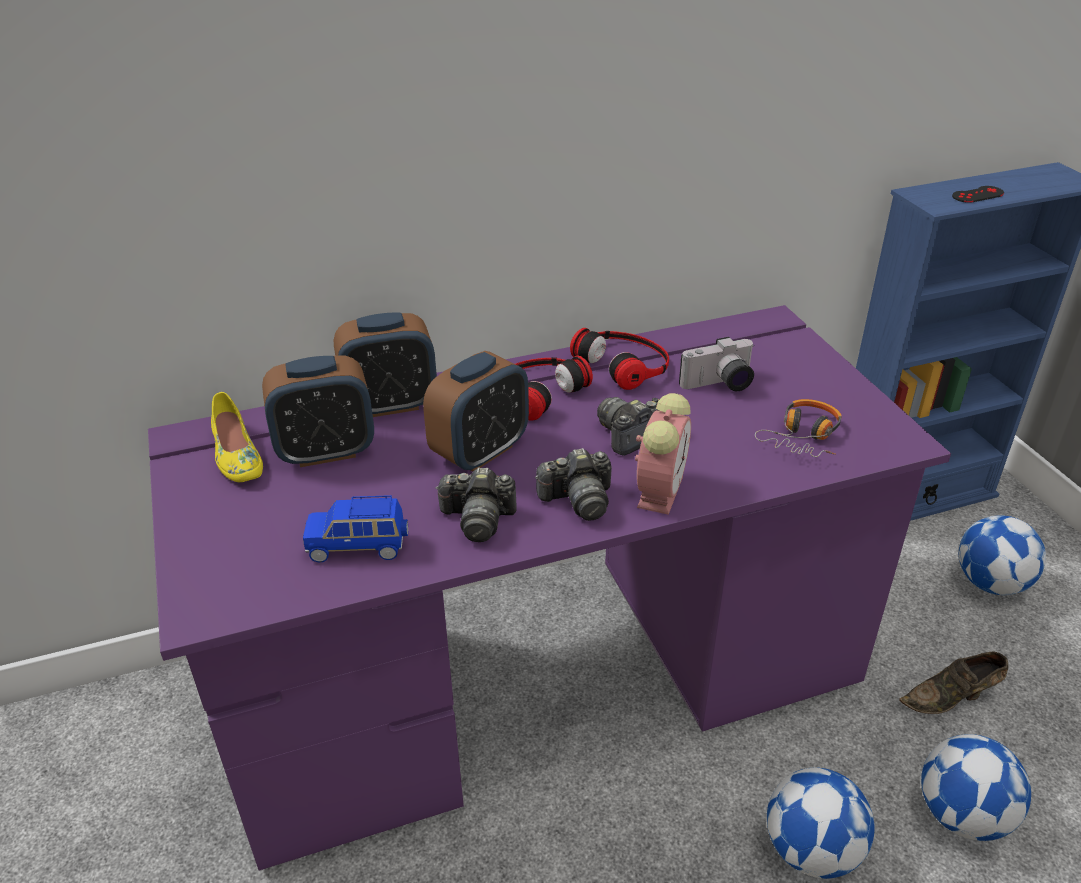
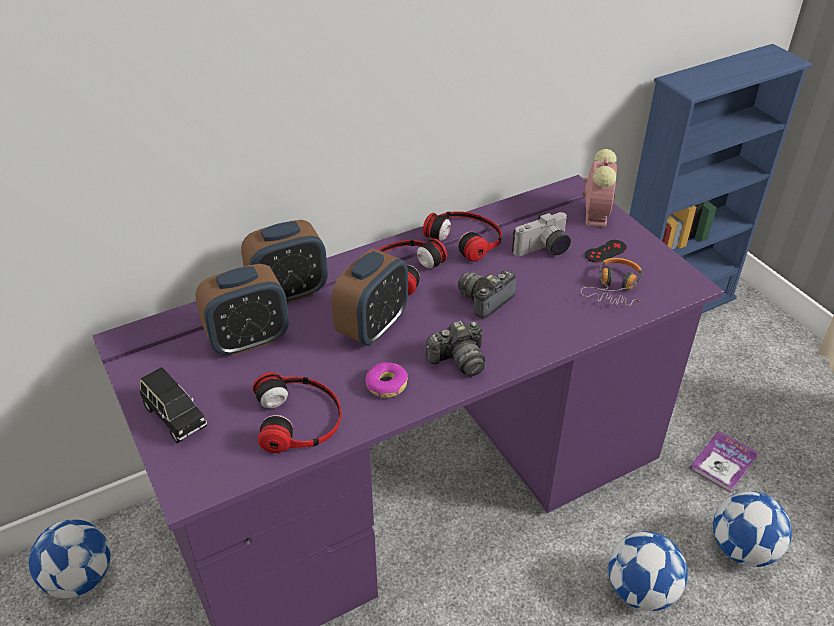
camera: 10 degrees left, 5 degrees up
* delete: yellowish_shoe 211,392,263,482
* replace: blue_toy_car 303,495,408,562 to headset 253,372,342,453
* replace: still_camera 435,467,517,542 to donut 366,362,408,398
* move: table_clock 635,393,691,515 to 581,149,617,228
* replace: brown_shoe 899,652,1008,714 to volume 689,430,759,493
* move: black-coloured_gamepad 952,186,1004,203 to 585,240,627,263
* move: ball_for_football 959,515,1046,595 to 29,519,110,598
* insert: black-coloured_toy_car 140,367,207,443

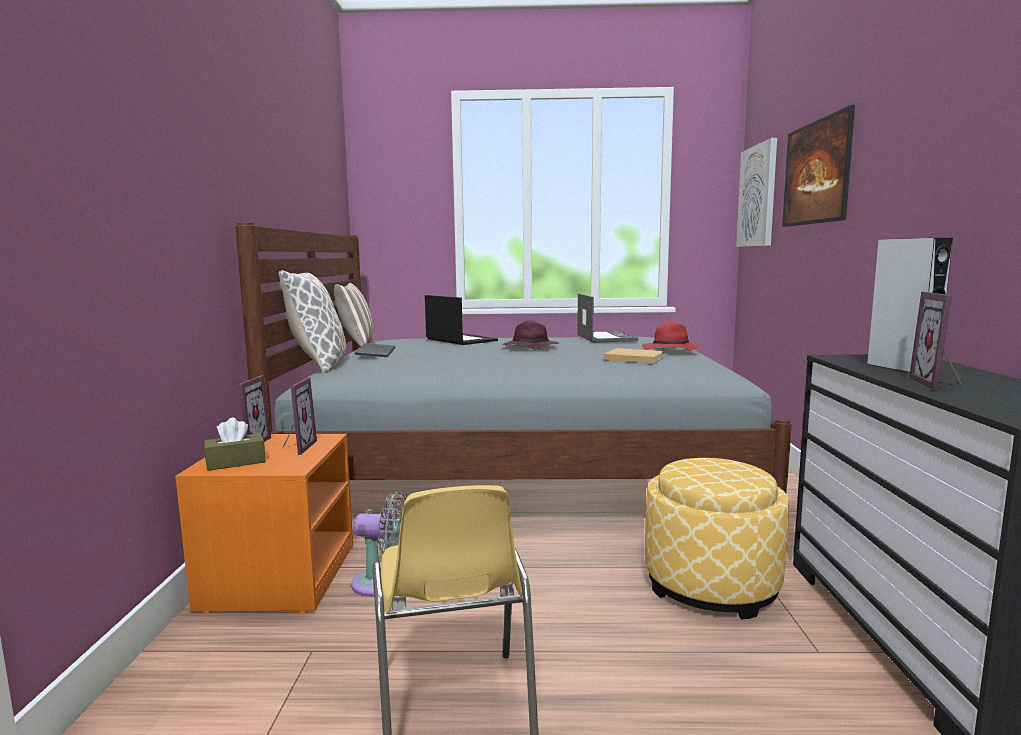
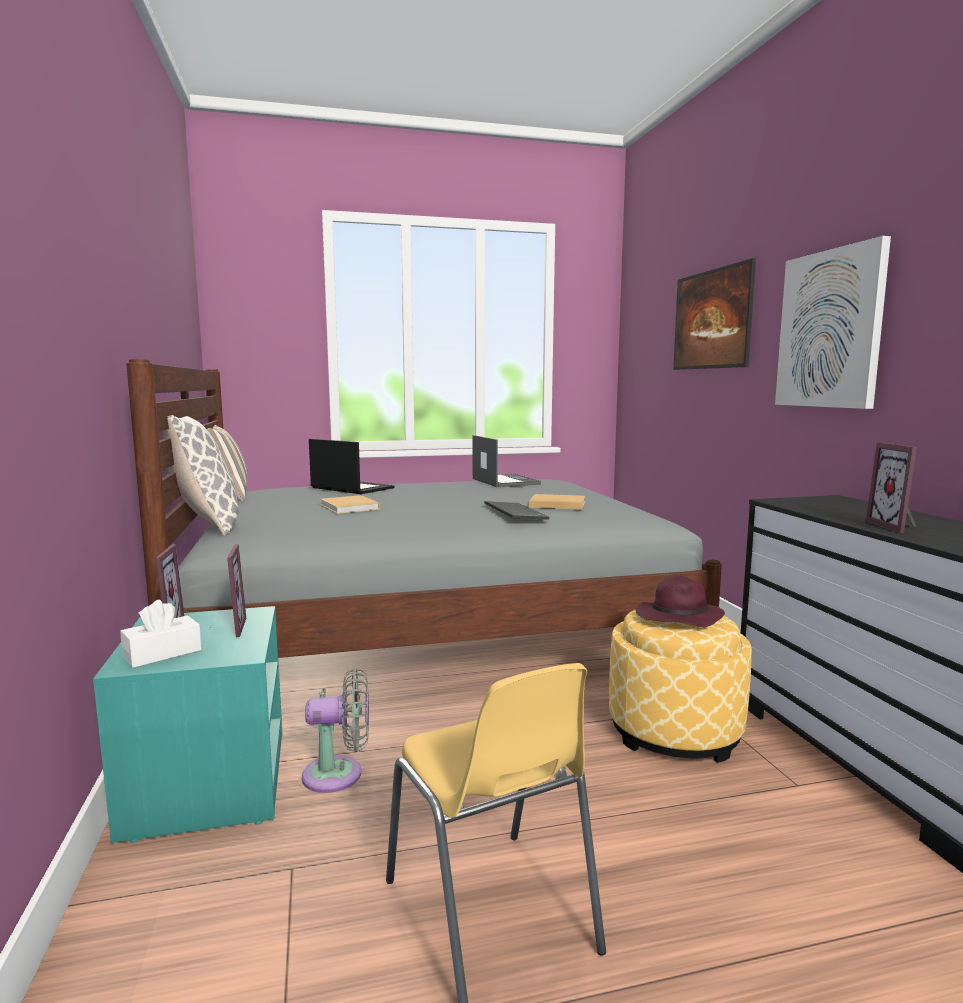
camera: 15 degrees left, 0 degrees up
* recolor: orange-coloured_nightstand 175,434,353,613 to turquoise-coloured_nightstand 93,606,282,843
* recolor: brown_tissue_box 204,418,266,471 to white-coloured_tissue_box 120,600,202,668
* move: PC_keyboard 355,343,395,357 to 484,501,549,520
* move: purplish_wearable_hat 503,320,559,349 to 635,576,725,628
* delete: red_wearable_hat 642,322,700,351
* move: picture 736,138,777,247 to 775,236,891,409
* delete: greyish_audio_speaker 866,238,953,373
* insert: beige-coloured_volume 320,495,380,514

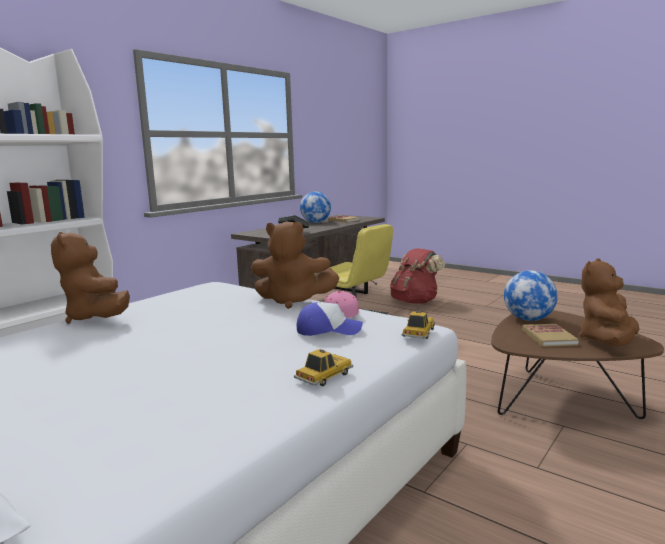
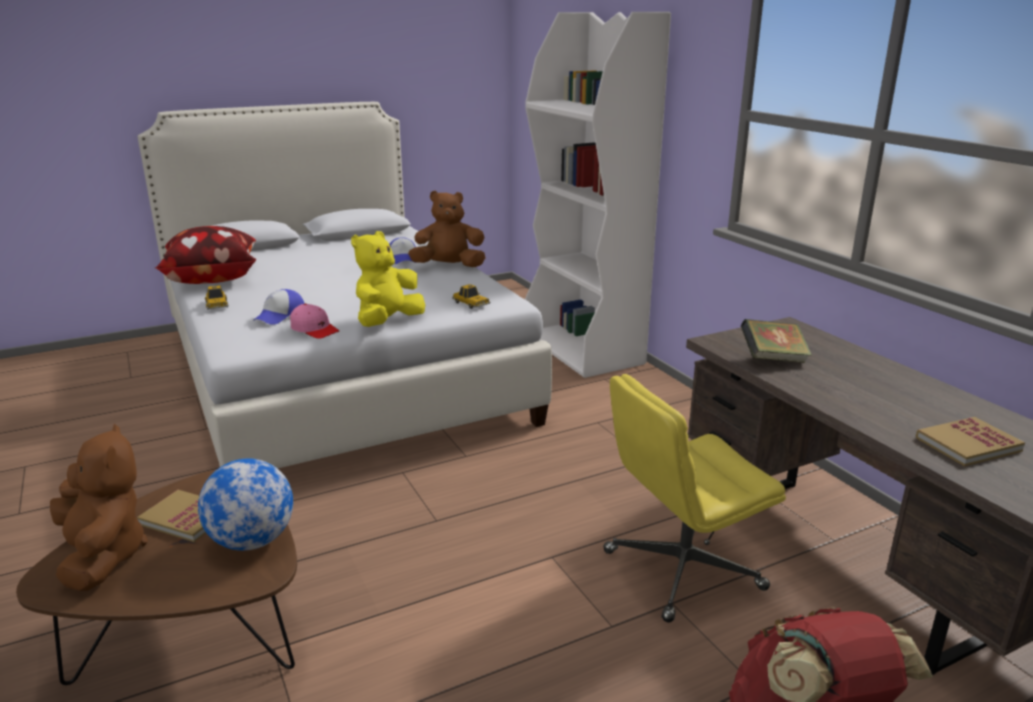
camera: 115 degrees right, 10 degrees up
* recolor: brown_plush_toy 251,221,340,309 to yellowish_plush_toy 351,231,425,327
* delete: globe 300,192,331,223
* move: toy_car 402,311,435,339 to 452,284,490,309
* insert: cushion 155,226,256,284
* insert: peaked_cap 389,237,416,264

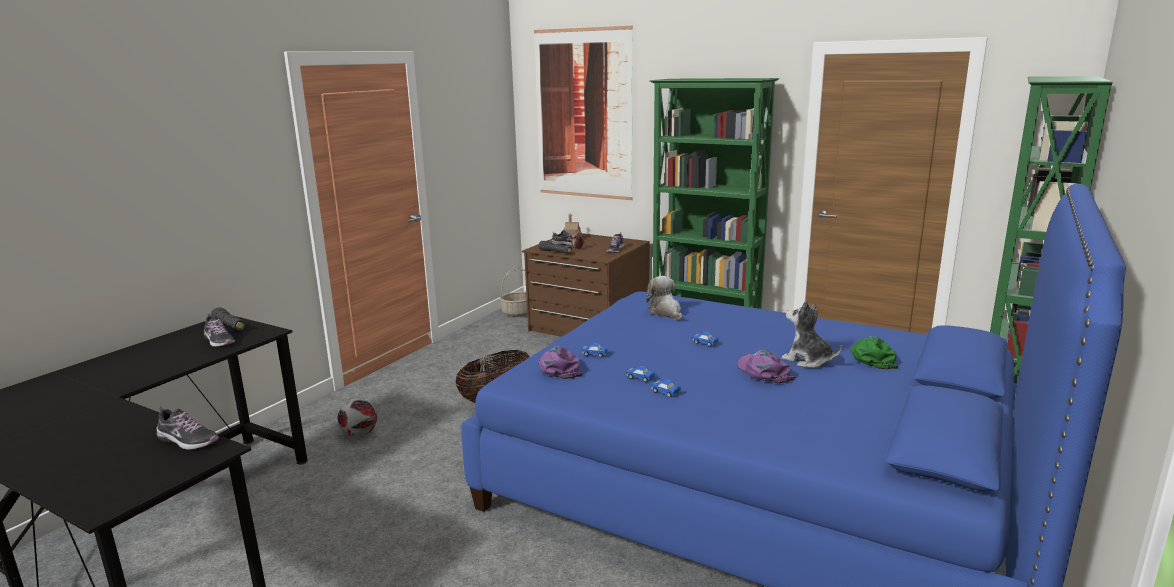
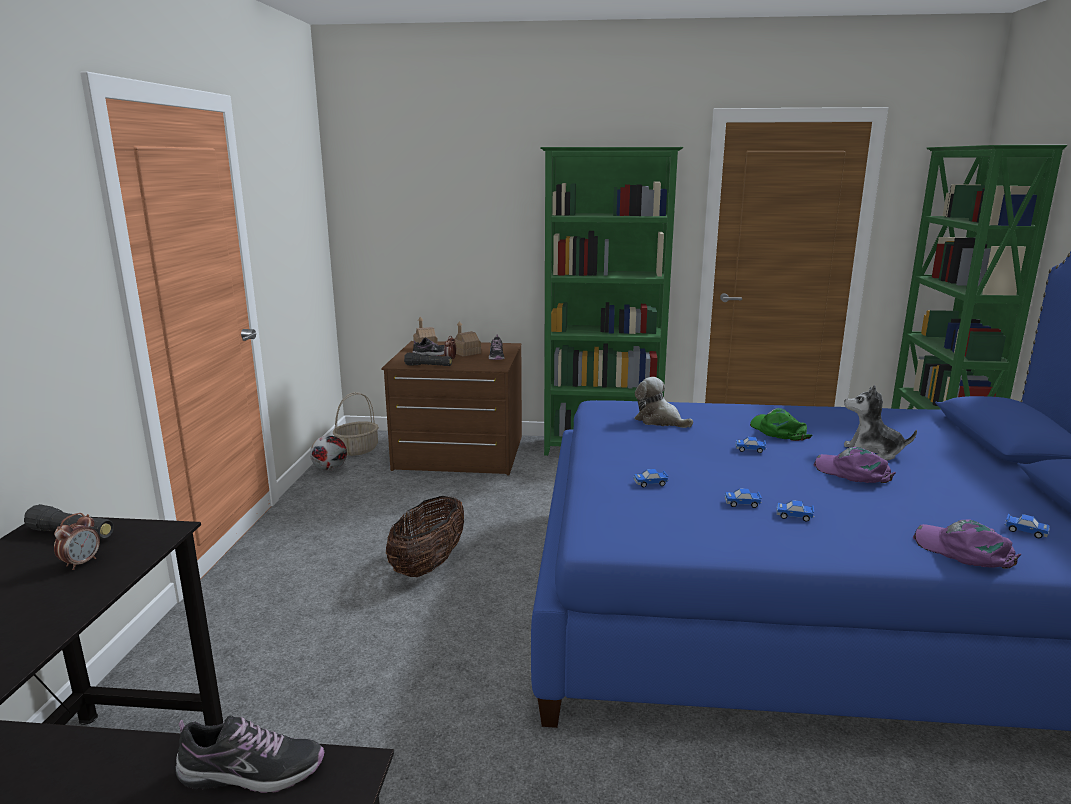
camera: 25 degrees left, 0 degrees up
* replace: shoe 204,313,235,347 to table_clock 54,513,100,570
* move: ball_for_football 337,398,377,437 to 310,435,347,471
* delete: picture 534,26,632,200
* move: purplish_peaked_cap 538,346,583,379 to 913,520,1021,569
* move: greenish_peaked_cap 850,336,899,369 to 750,408,812,441
* insert: miniature_house 455,321,481,357
* insert: toy_car 1005,514,1050,538

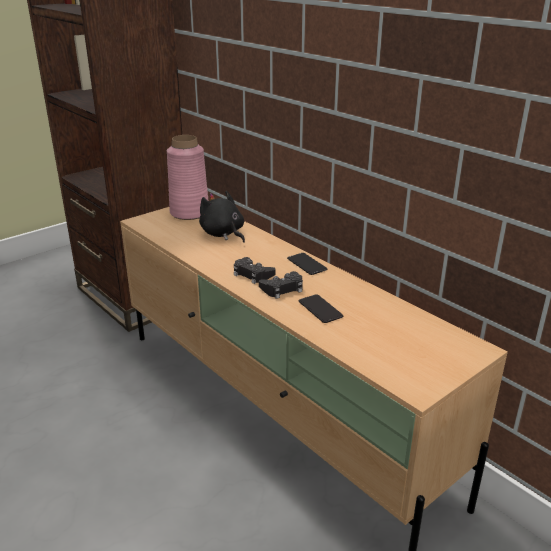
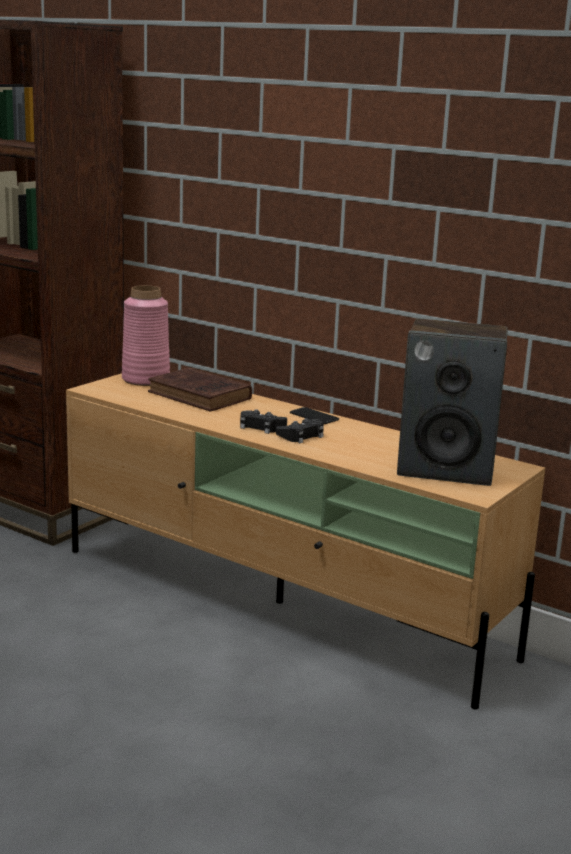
camera: 15 degrees left, 10 degrees down
* replace: black-coloured_plush_toy 199,191,245,243 to brown_volume 148,367,252,411
* delete: handset 299,295,343,323
* insert: audio_speaker 397,319,508,486

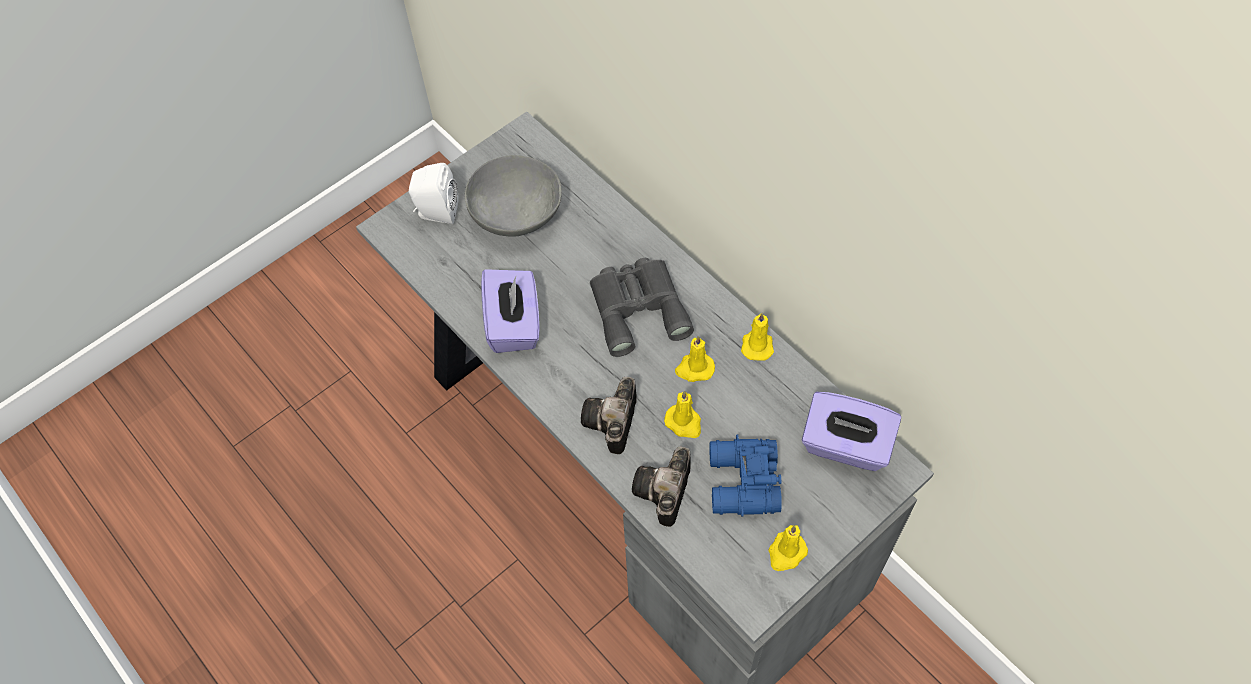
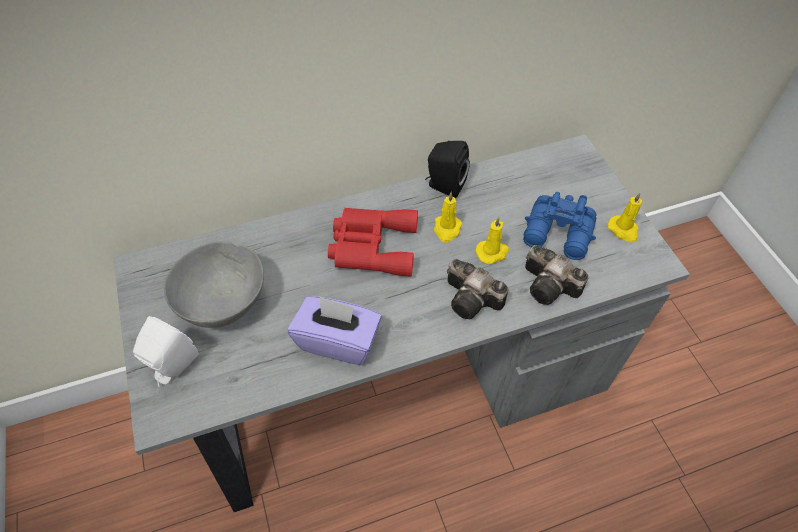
camera: 70 degrees left, 5 degrees down
* recolor: greyish_field_glasses 590,258,694,357 to red_field_glasses 328,208,418,277
* replace: yellowish_wax_candle 741,313,774,361 to black-coloured_audio_speaker 425,141,470,198
* delete: purplish_tissue_box 802,392,901,471

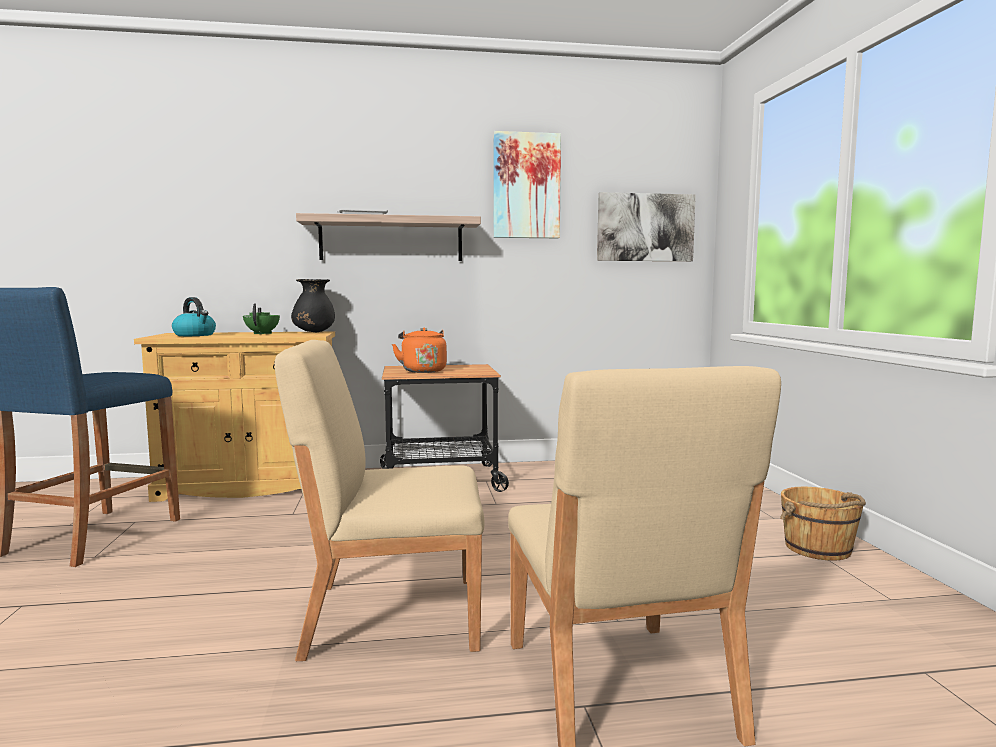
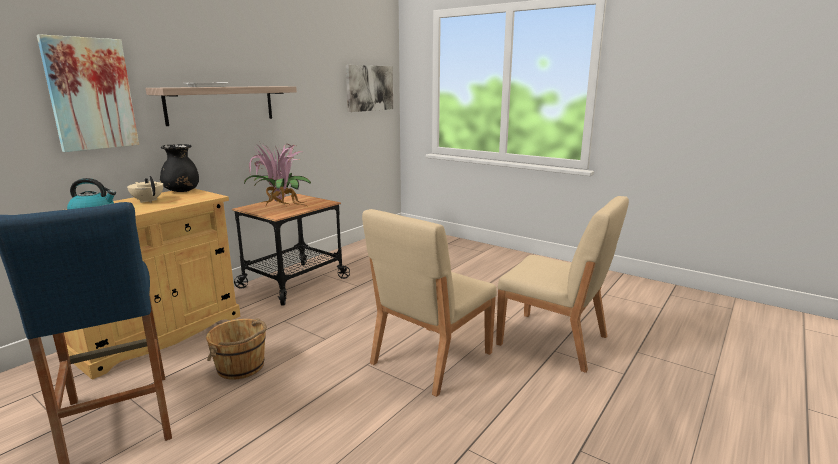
camera: 45 degrees left, 10 degrees up
* recolor: greenish_teapot 243,303,280,334 to beige-coloured_teapot 127,176,163,203
* replace: orange-coloured_kettle 392,328,447,373 to houseplant 244,144,311,208
* move: picture 493,131,561,238 to 37,34,139,152
* move: brown_water_bucket 780,487,866,561 to 206,318,267,380

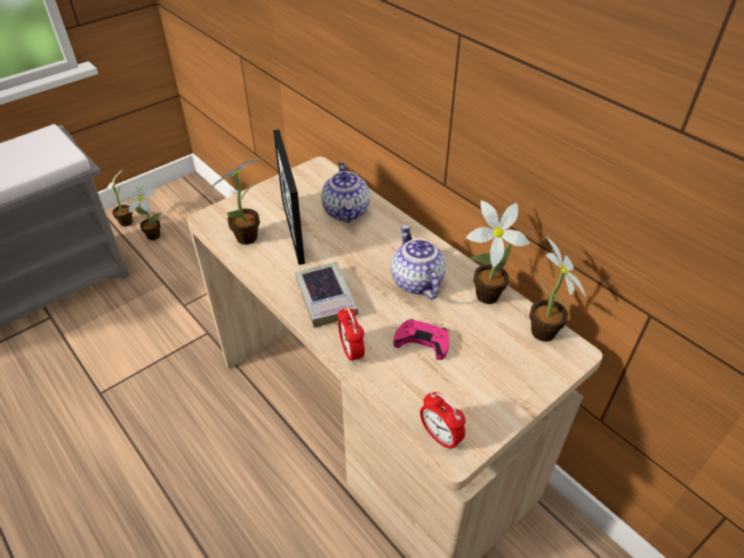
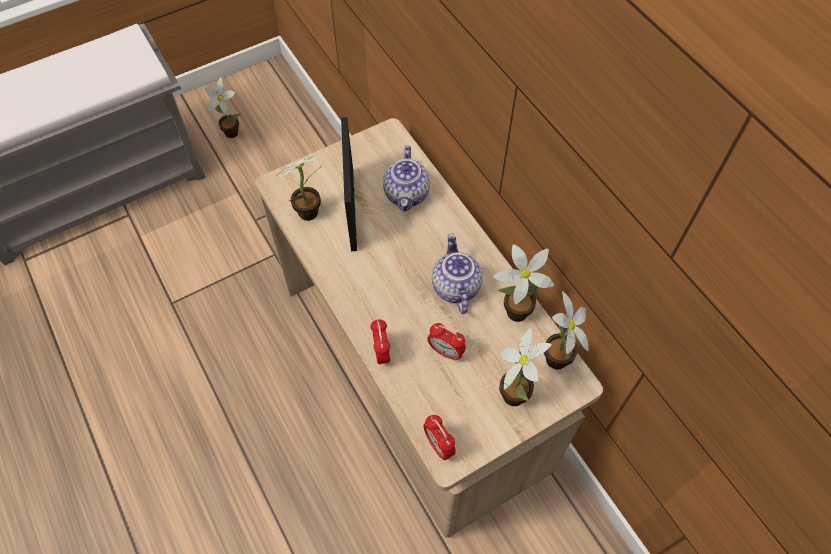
camera: 10 degrees right, 15 degrees up
* move: houseplant 102,170,133,227 to 499,328,552,406
* delete: volume 295,261,359,328
* replace: pink-coloured_gamepad 394,319,449,360 to table_clock 427,323,466,361

